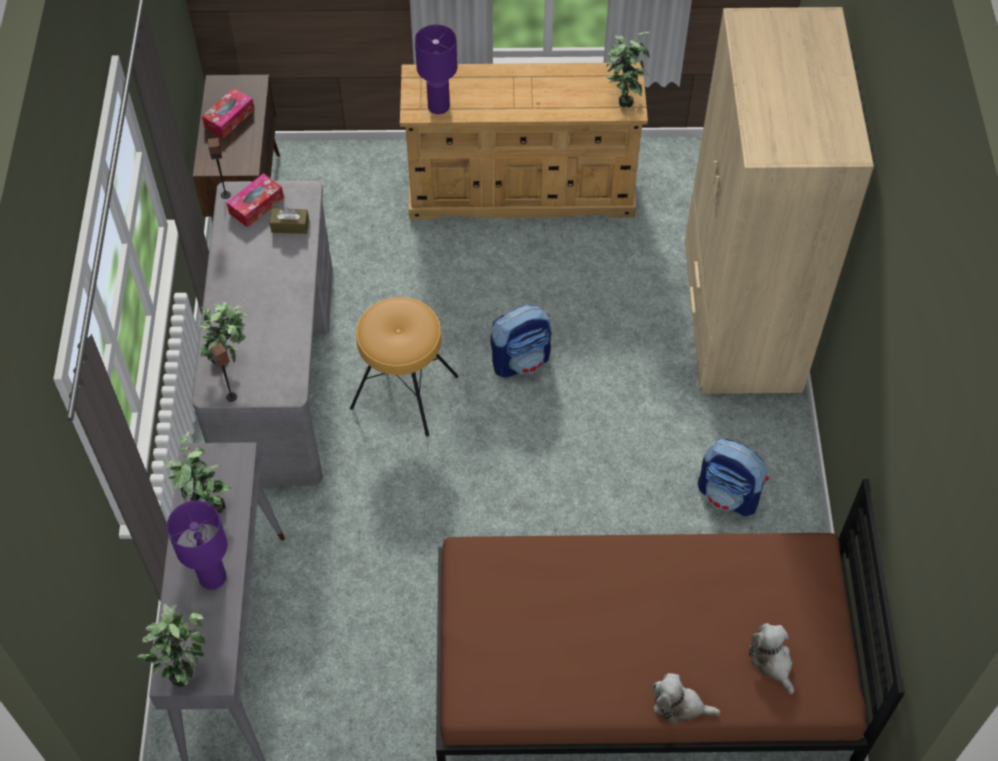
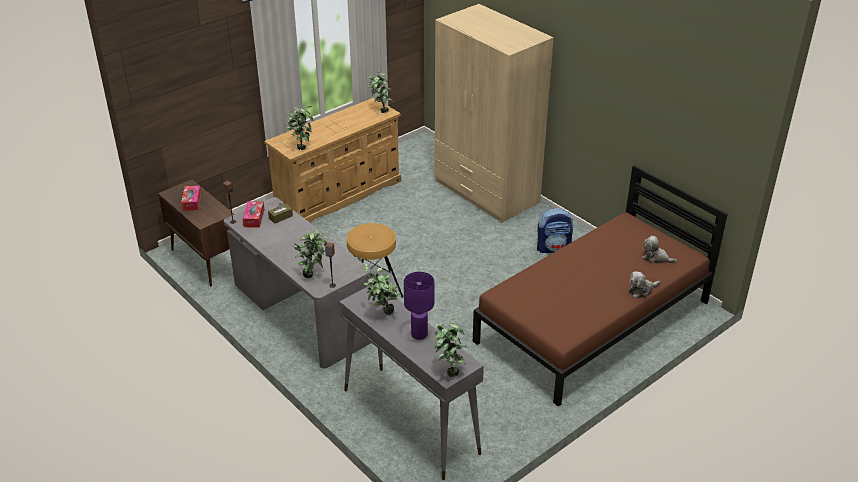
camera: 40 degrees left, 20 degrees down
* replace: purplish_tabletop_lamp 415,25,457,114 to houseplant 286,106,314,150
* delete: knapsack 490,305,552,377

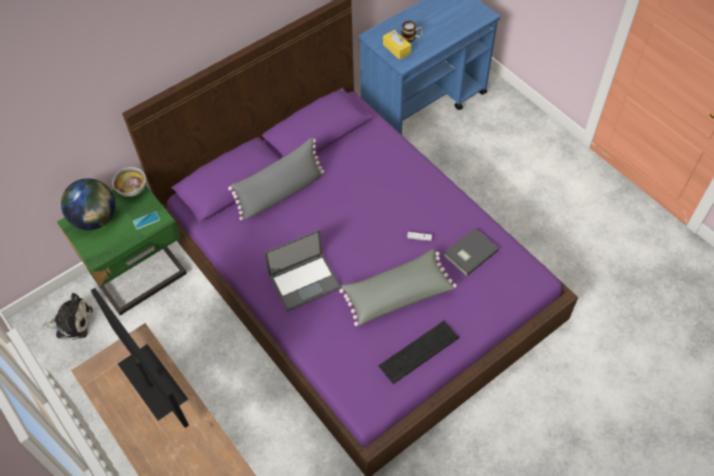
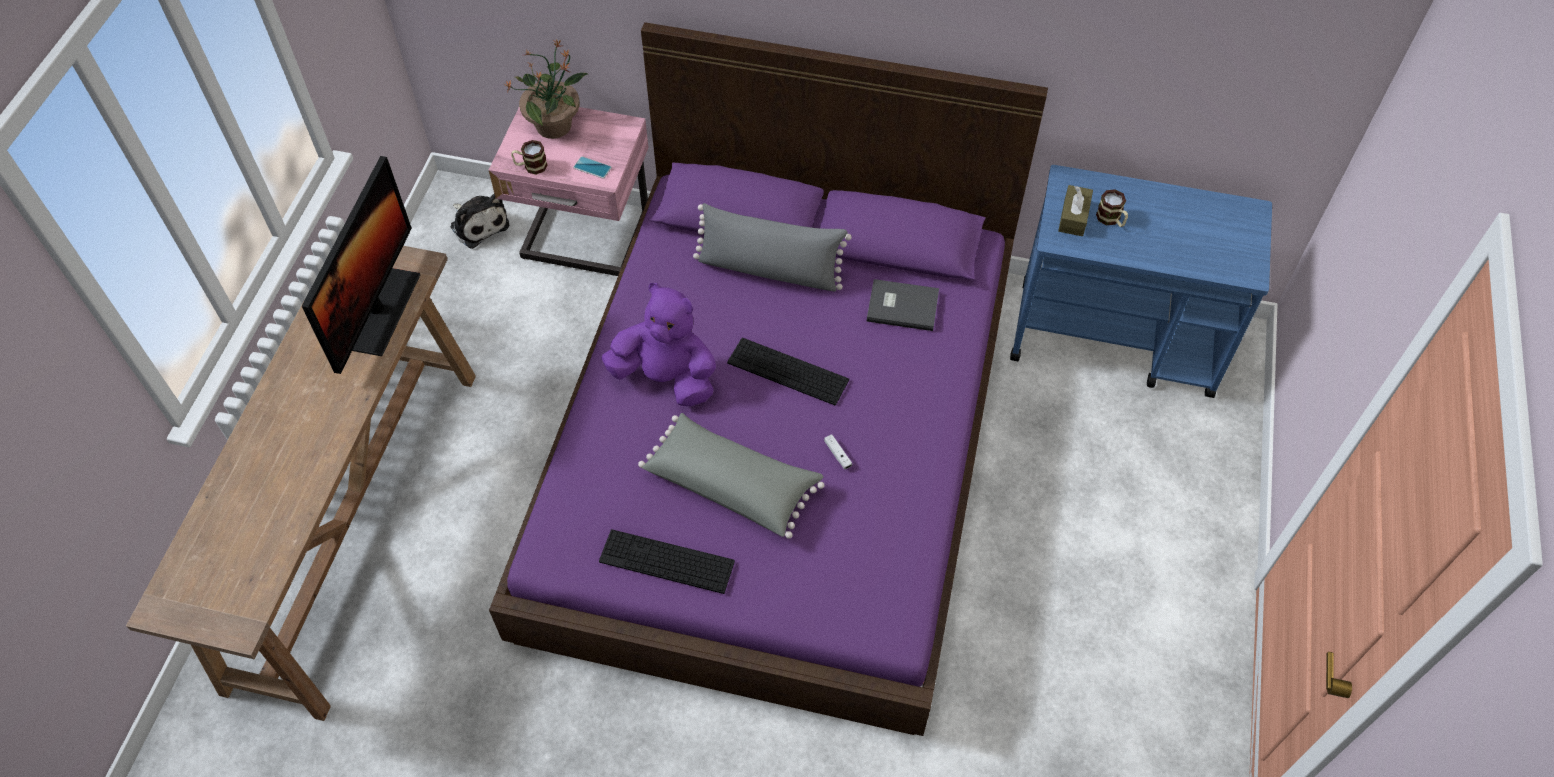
camera: 50 degrees right, 0 degrees up
* recolor: greenish_nightstand 57,185,187,315 to pink-coloured_nightstand 489,107,649,276
* replace: globe 61,178,115,230 to houseplant 504,39,587,139
* delete: deep_dish 112,167,146,197
* replace: portable_computer 264,230,341,312 to purplish_plush_toy 601,283,716,406
* recolor: yellowish_tissue_box 383,30,411,60 to brown_tissue_box 1058,185,1093,236
* move: greyish_volume 443,228,499,276 to 867,279,939,331
* insert: coffee_mug 511,140,548,175
* insert: PC_keyboard 727,338,849,405

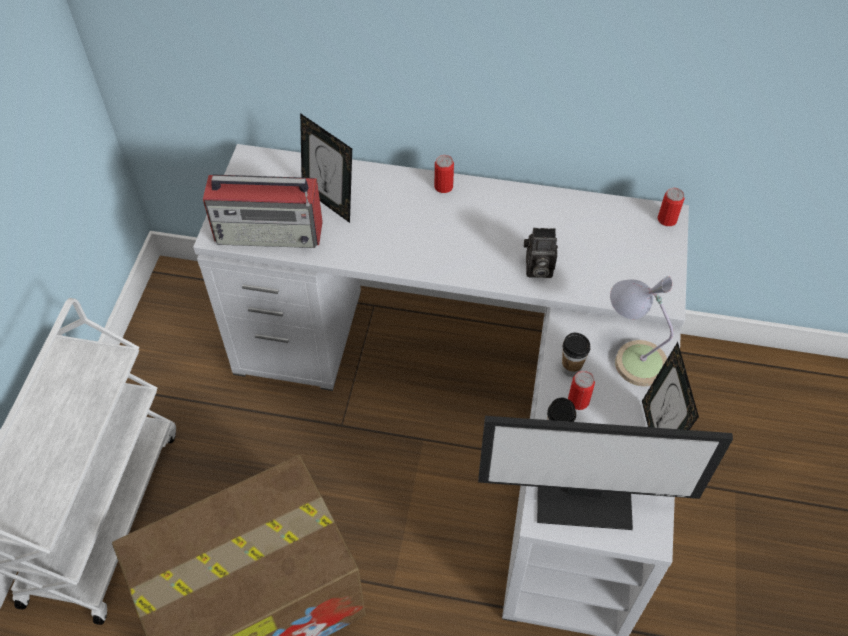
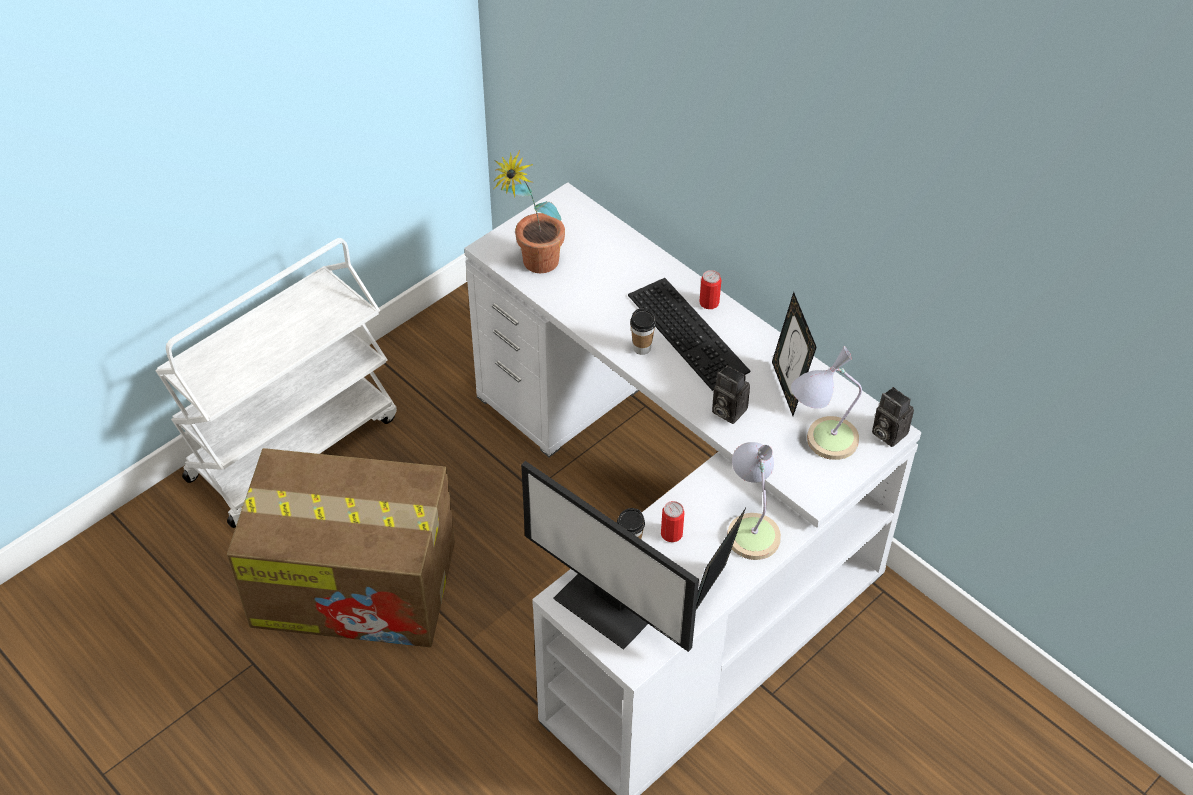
camera: 35 degrees right, 5 degrees down
* replace: radio_receiver 203,175,323,248 to houseplant 493,150,565,273
* move: picture_frame 300,113,352,223 to 772,292,817,416
* move: cup 562,333,591,377 to 630,309,656,355
* replace: can 658,188,685,226 to still_camera 872,387,914,447
* insert: PC_keyboard 628,278,750,391
* insert: tabletop_lamp 791,346,862,460

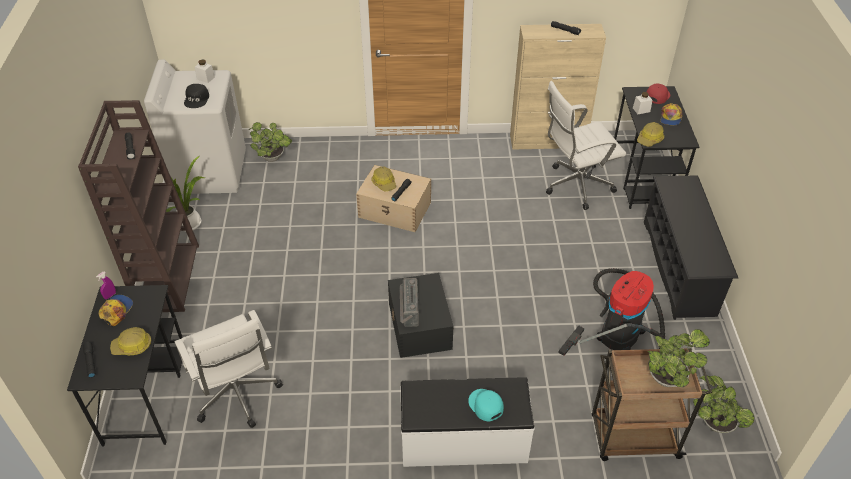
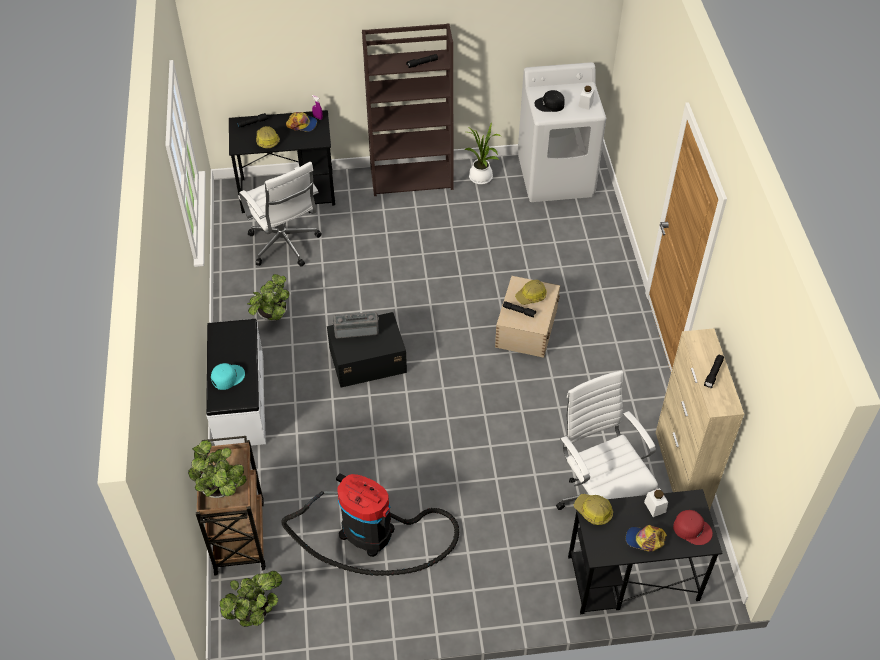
camera: 85 degrees right, 5 degrees up
* rotate: white-coloured_office_chair 175,310,283,428 = 239,161,322,267 90 degrees counterclockwise
* move: houseplant 249,122,292,162 to 247,274,289,321
* delete: black-coloured_shoe_rack 644,175,738,320

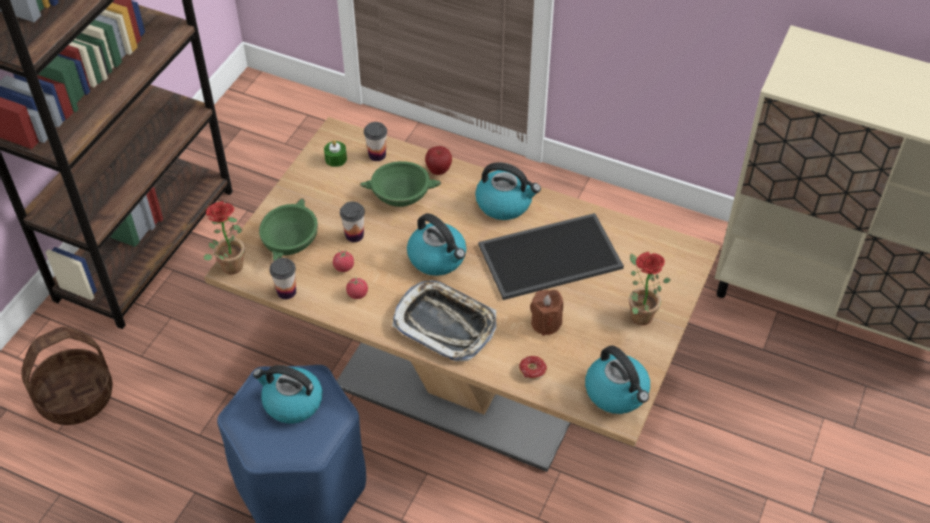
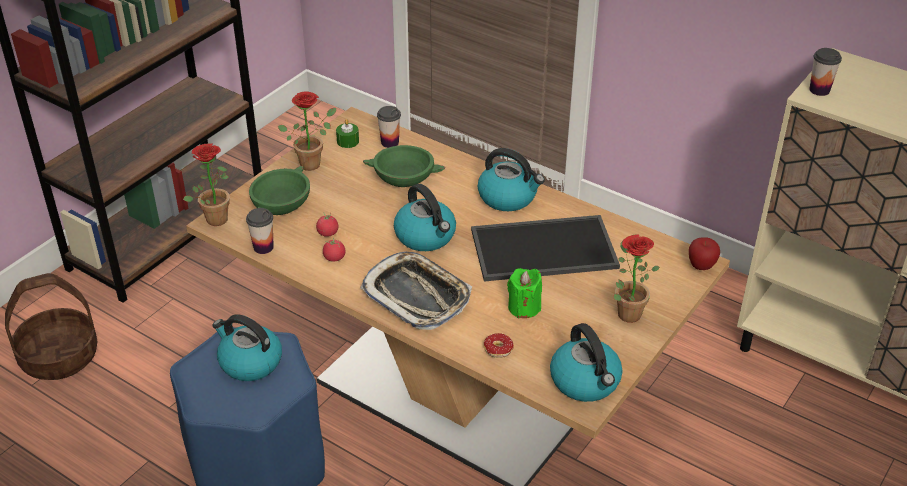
camera: 10 degrees right, 10 degrees down
* move: cup 340,202,365,242 to 809,48,842,96
* move: whole_apple 425,146,452,175 to 689,237,720,270
* recolor: brown_wax_candle 530,290,563,336 to greenish_wax_candle 507,268,542,318
* insert: houseplant 278,92,336,171

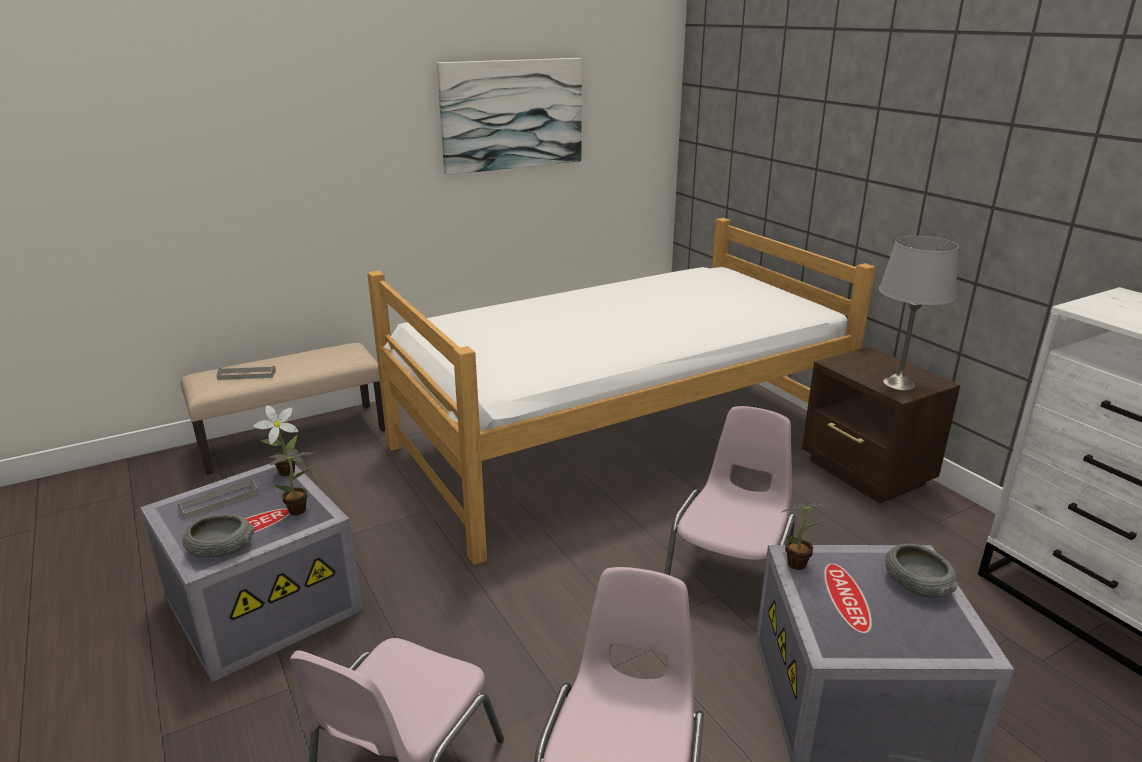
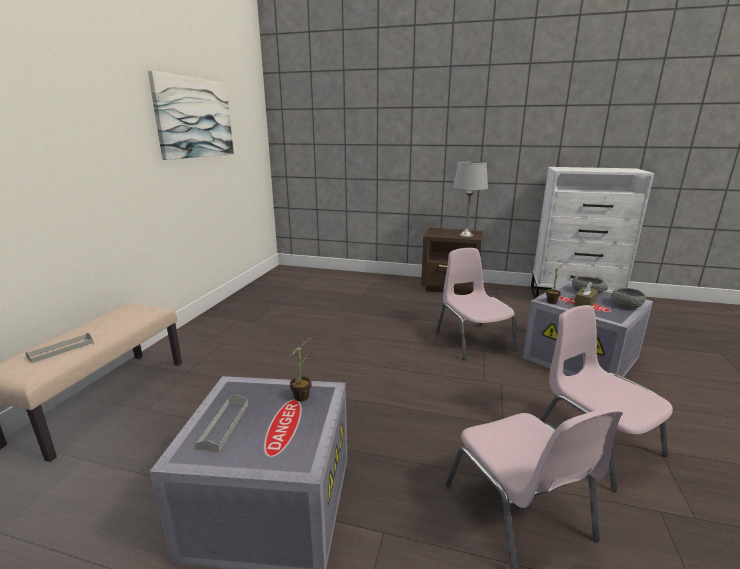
camera: 45 degrees left, 5 degrees down
* move: greyish_deep_dish 182,514,255,558 to 611,288,646,308
* delete: houseplant 253,405,298,476
* delete: bed 367,218,875,565
* insert: brown_tissue_box 574,282,598,306

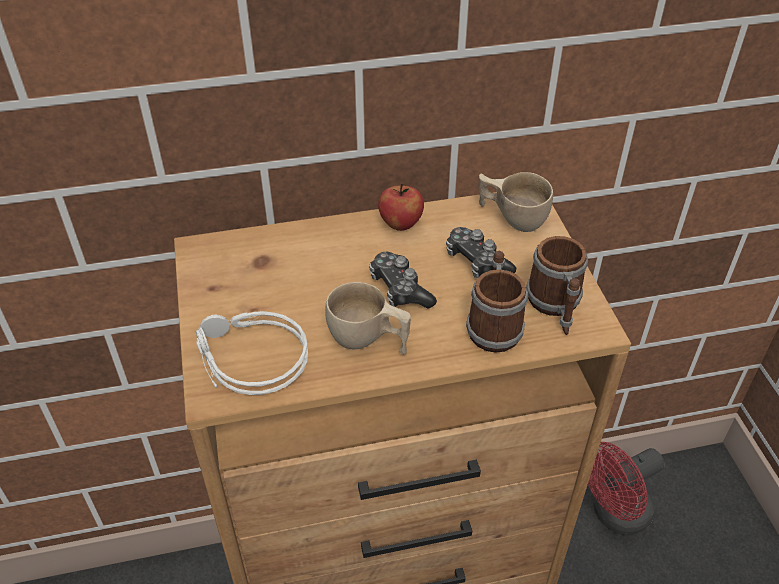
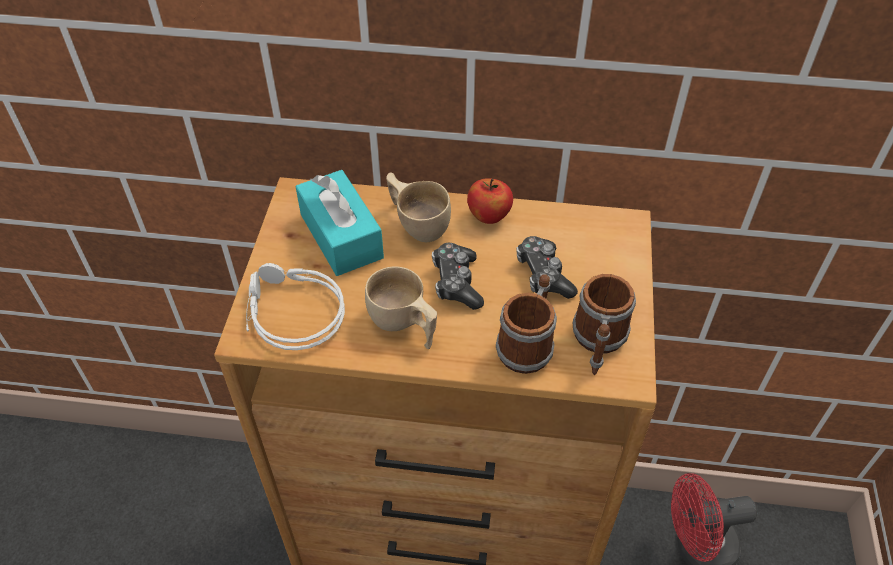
camera: 20 degrees right, 5 degrees up
* move: beige-coloured_cup 478,172,553,232 to 386,172,451,242
* insert: turquoise-coloured_tissue_box 295,170,384,276

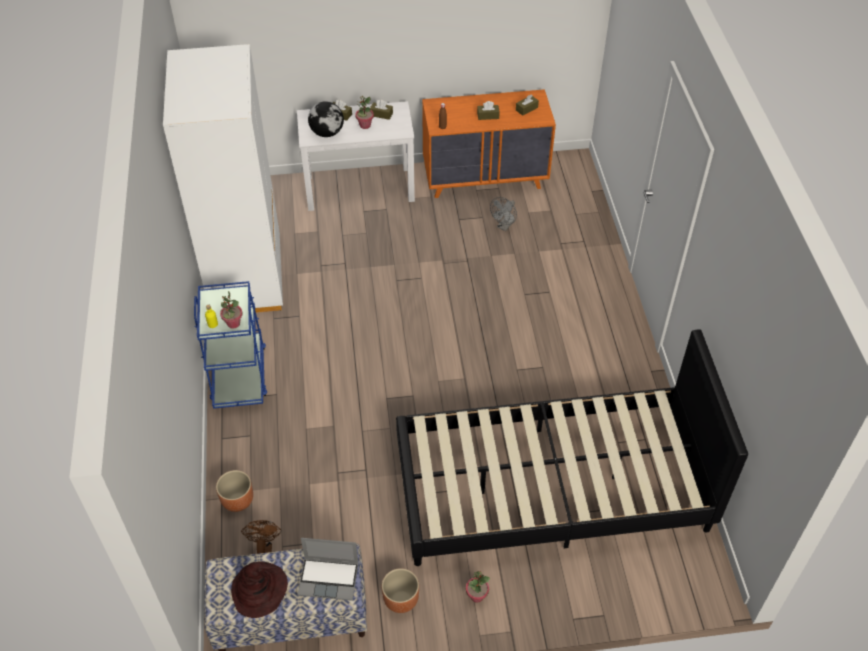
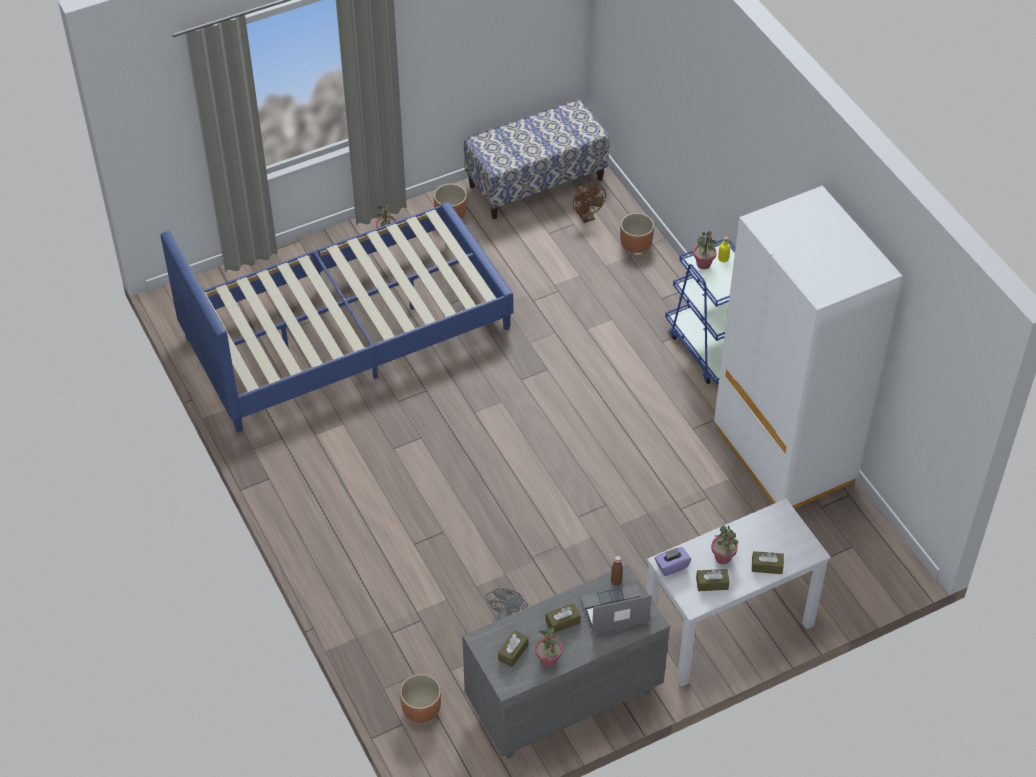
camera: 160 degrees right, 0 degrees up
* delete: brown_wearable_hat 231,561,288,618
* move: portable_computer 297,538,359,601 to 580,585,652,634
* delete: globe 308,101,344,137
* recolor: black-coloured_bed 396,329,748,566 to blue_bed 160,202,513,432
* recolor: orange-coloured_drawer_chest 422,89,556,198 to greyish_drawer_chest 462,564,670,759
* insert: brown_plant_pot 400,674,441,723
* insert: houseplant 535,628,562,667
* insert: purplish_tissue_box 655,547,691,576

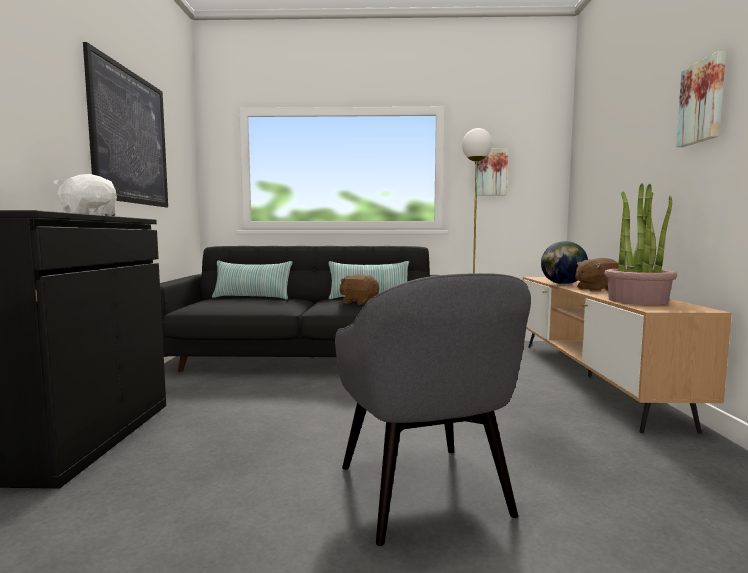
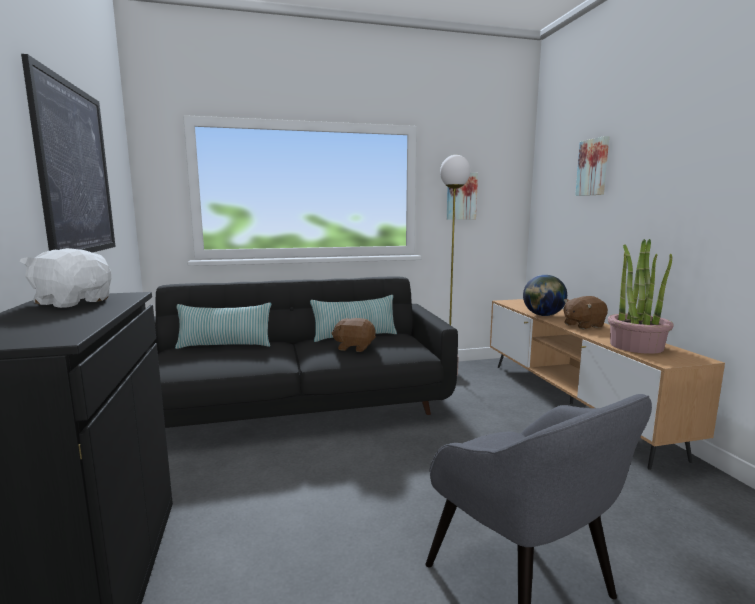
camera: 15 degrees left, 5 degrees up
* move: picture 676,51,726,147 to 575,136,609,196

